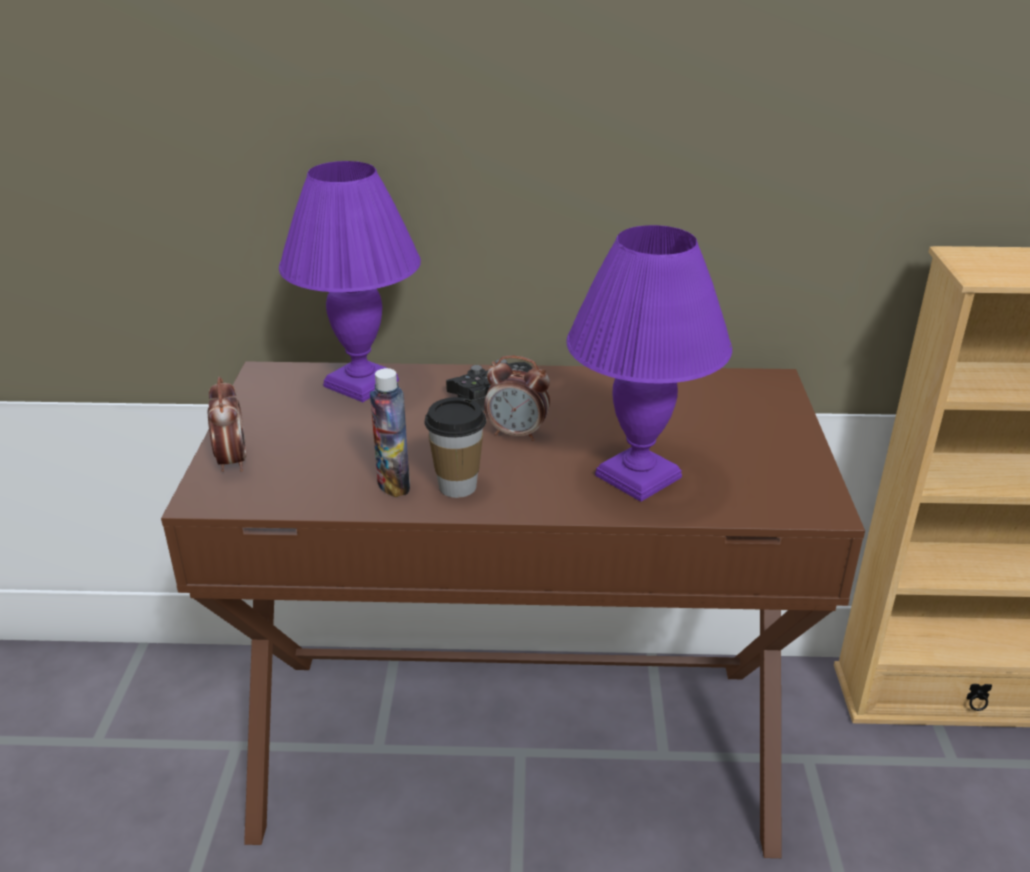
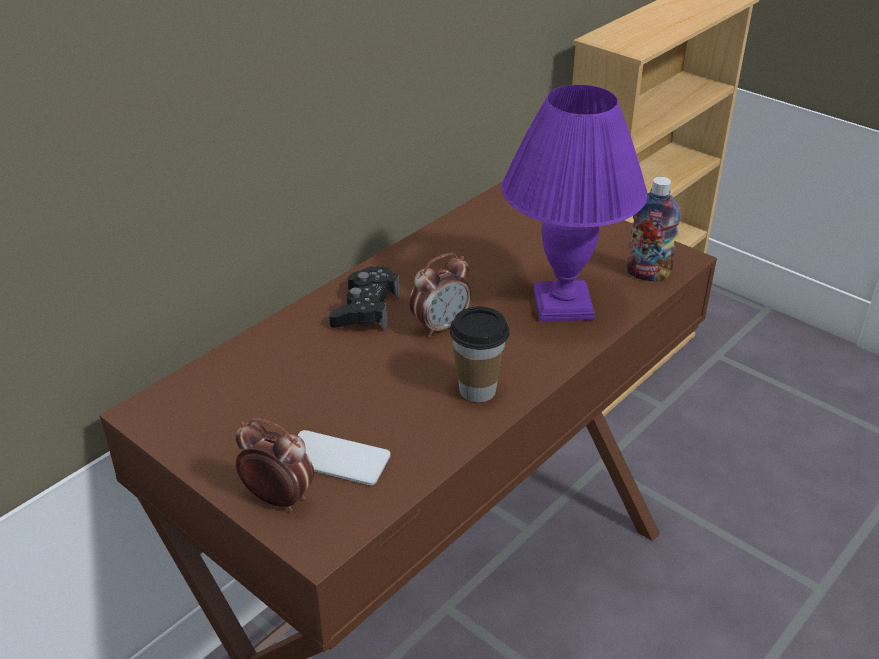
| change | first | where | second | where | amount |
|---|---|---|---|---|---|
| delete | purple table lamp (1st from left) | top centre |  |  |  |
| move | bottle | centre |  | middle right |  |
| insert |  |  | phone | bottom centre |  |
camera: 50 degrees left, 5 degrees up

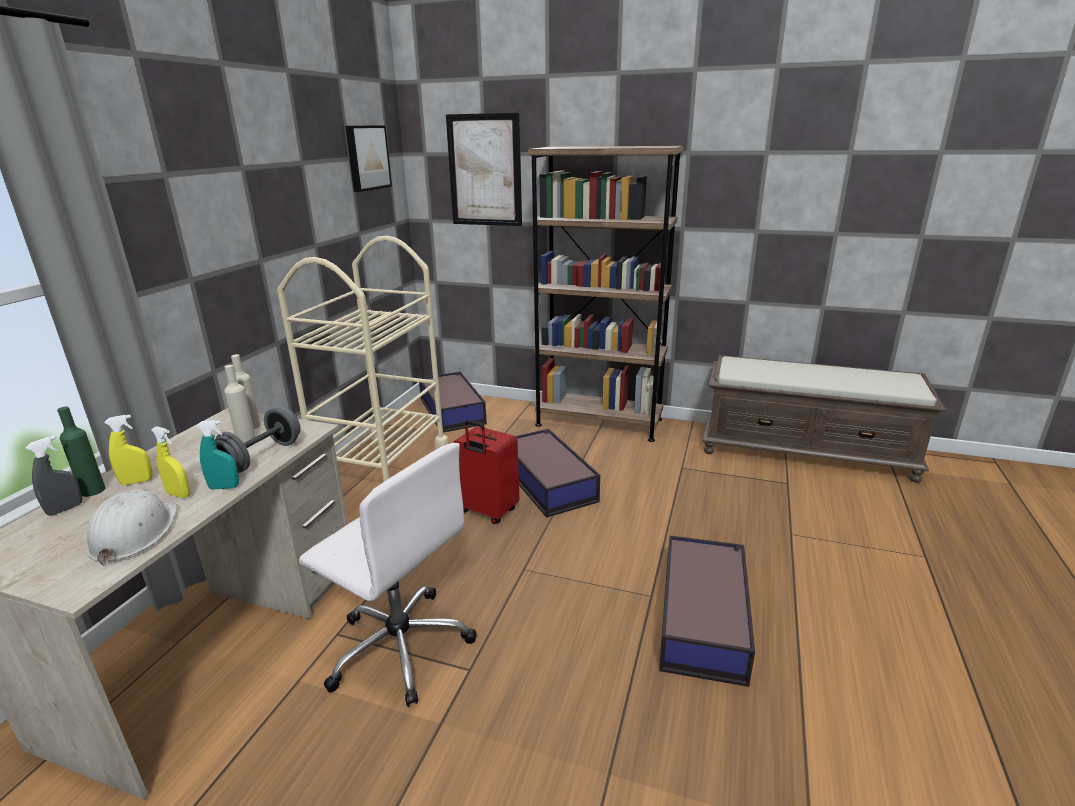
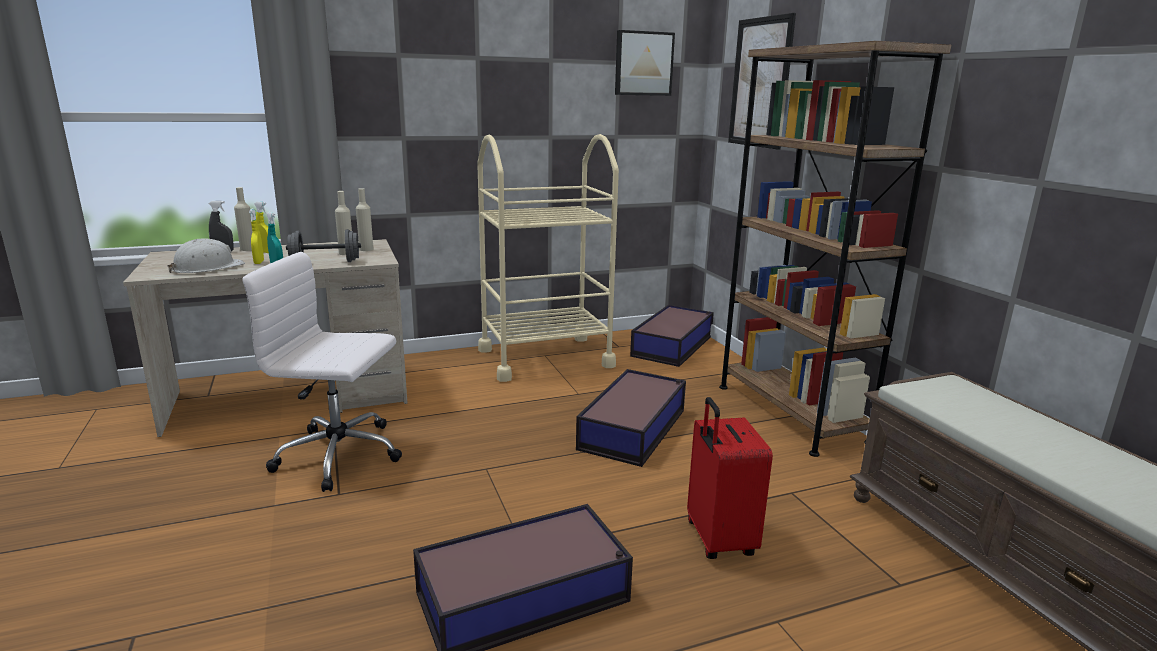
| change | first | where | second | where | amount |
|---|---|---|---|---|---|
| recolor | green bottle | middle left | beige bottle (1st from left) | middle left |  |
| rotate | white office chair | bottom centre |  | middle left | 105 degrees clockwise |
| move | red suitcase | centre |  | bottom centre |  |
camera: 50 degrees right, 5 degrees down

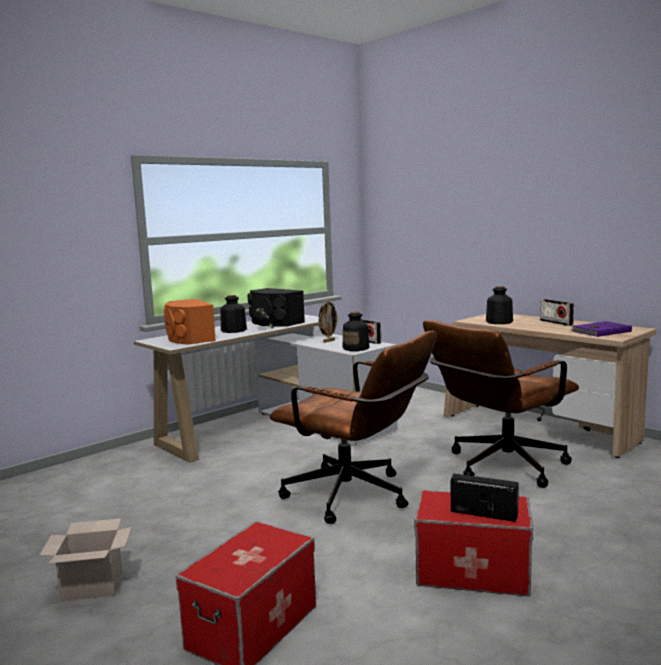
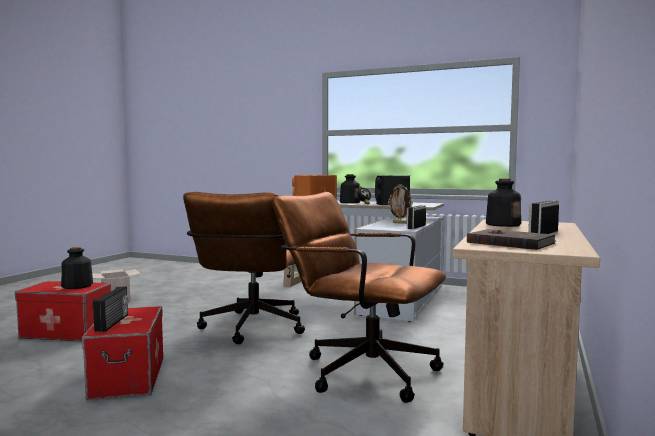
| change | first | where | second | where | amount |
|---|---|---|---|---|---|
| move | bottle (2nd from left in the first image) | centre | bottle (1st from left) | middle left |  |
| recolor | purple book | middle right | brown book | middle right |  |
camera: 65 degrees right, 5 degrees down

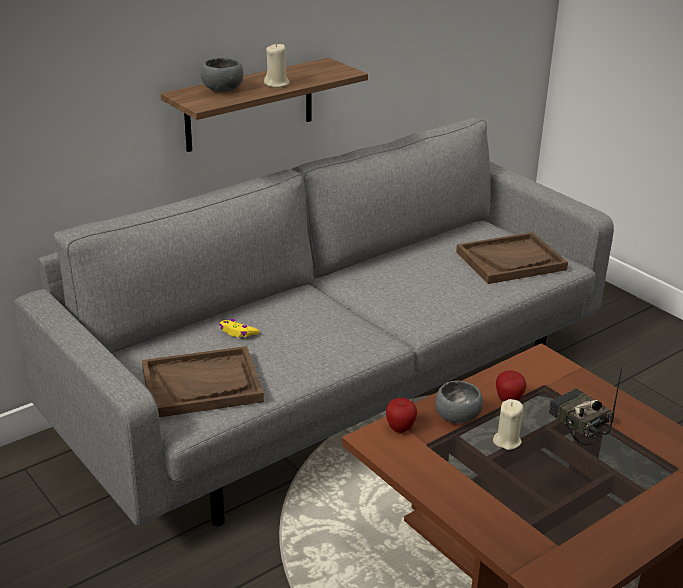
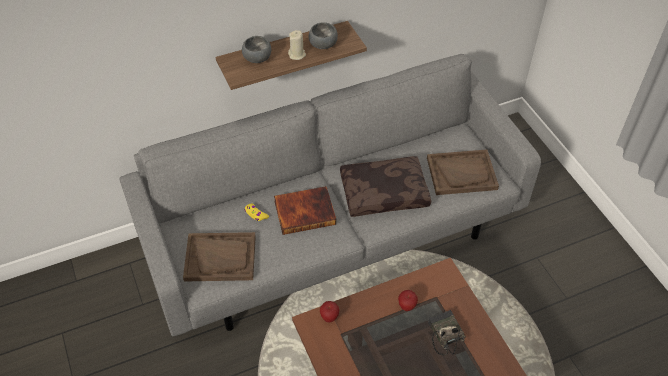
| change | first | where | second | where | amount |
|---|---|---|---|---|---|
| move | grey bowl (2nd from left) | bottom right |  | top centre |  |
| delete | beige candle (2nd from left) | bottom right |  |  |  |
| insert |  |  | book | centre |  |
| insert |  |  | brown pillow | centre |  |
camera: 15 degrees right, 20 degrees up

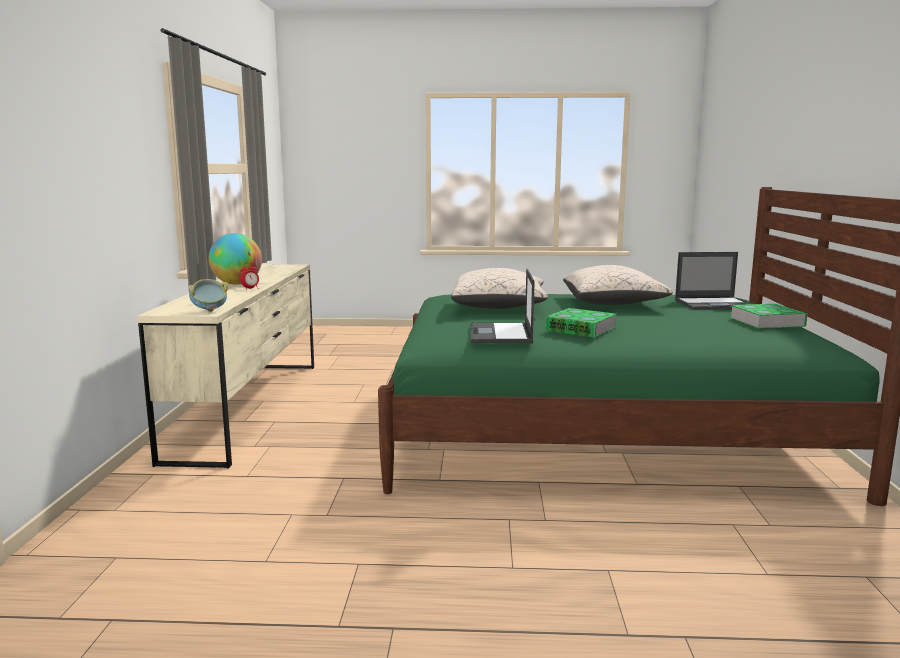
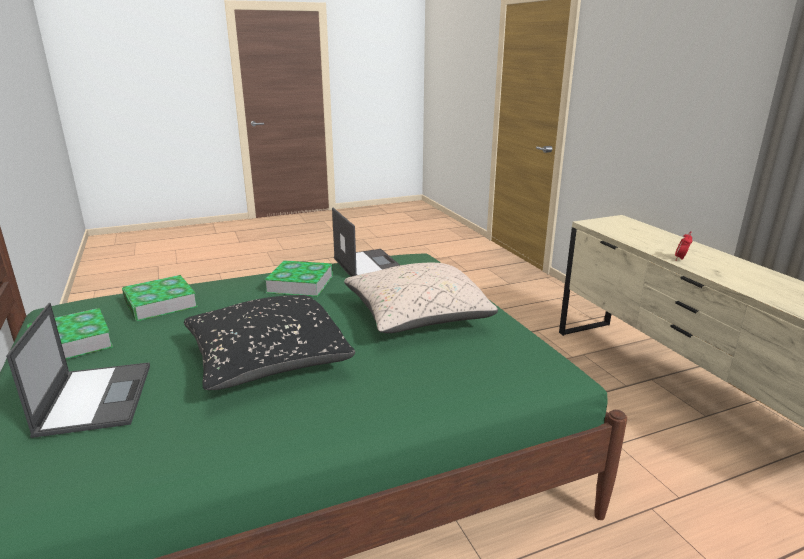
| change | first | where | second | where | amount |
|---|---|---|---|---|---|
| delete | bowl | middle left |  |  |  |
| delete | globe | middle left |  |  |  |
| recolor | beige pillow (2nd from left) | middle right | black pillow | centre |  |
| rotate | laptop (2nd from left in the first image) | middle right | laptop (1st from left) | middle left | 105 degrees clockwise |
| insert |  |  | book (2nd from left) | middle left |  |
camera: 155 degrees right, 10 degrees up

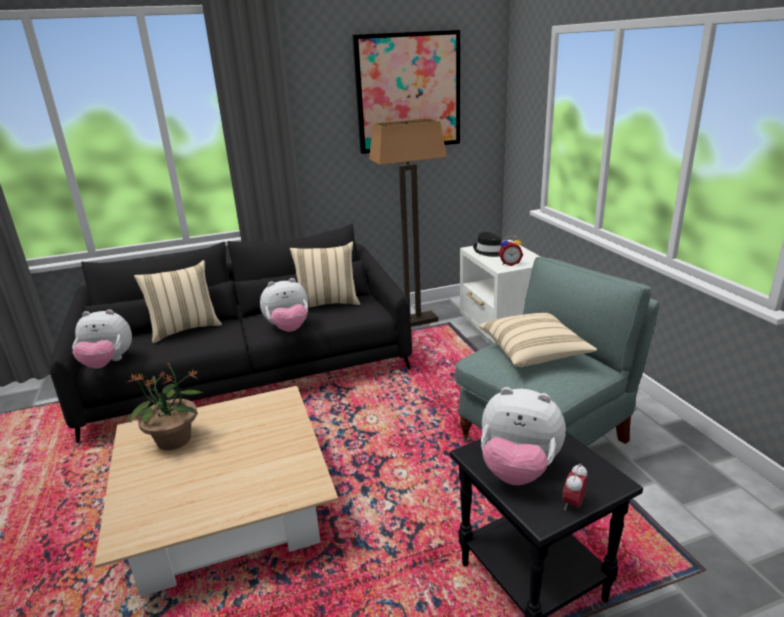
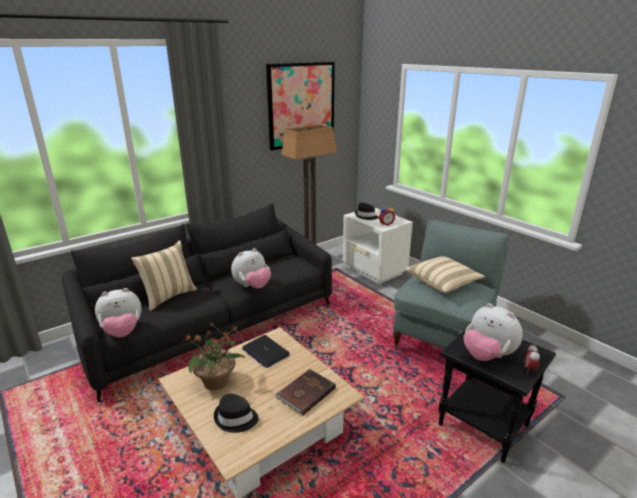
| change | first | where | second | where | amount |
|---|---|---|---|---|---|
| delete | beige pillow (2nd from left) | centre |  |  |  |
| rotate | plush toy (3rd from left) | bottom right |  | bottom right | 45 degrees clockwise |
| insert |  |  | black hat (1st from left) | bottom centre |  |
| insert |  |  | laptop | bottom centre |  |
| insert |  |  | brown book | bottom centre |  |
camera: 20 degrees left, 0 degrees up

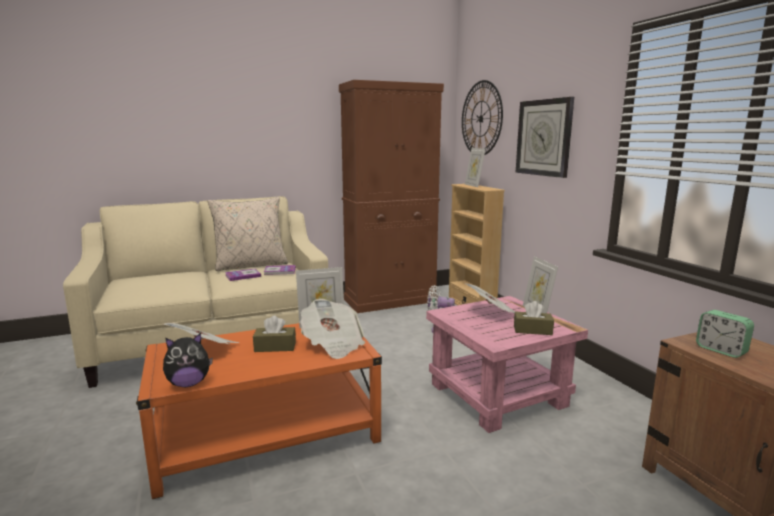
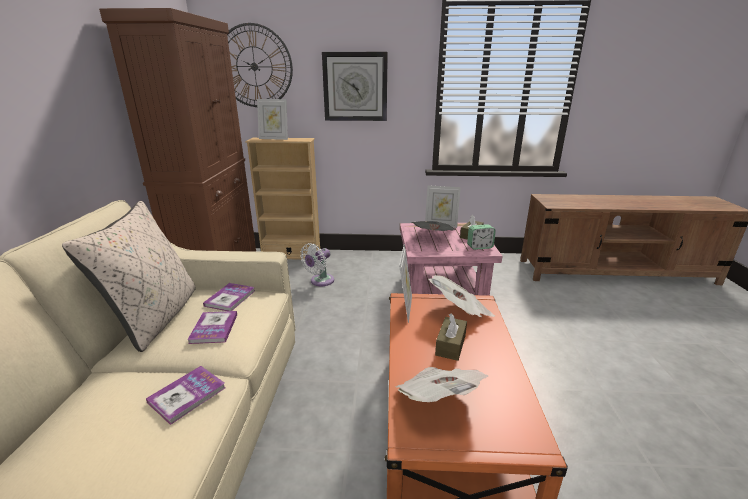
| change | first | where | second | where | amount |
|---|---|---|---|---|---|
| delete | plush toy | bottom left |  |  |  |
| move | alarm clock | middle right |  | centre |  |
| insert |  |  | book (1st from left) | bottom left |  |
camera: 65 degrees left, 10 degrees up

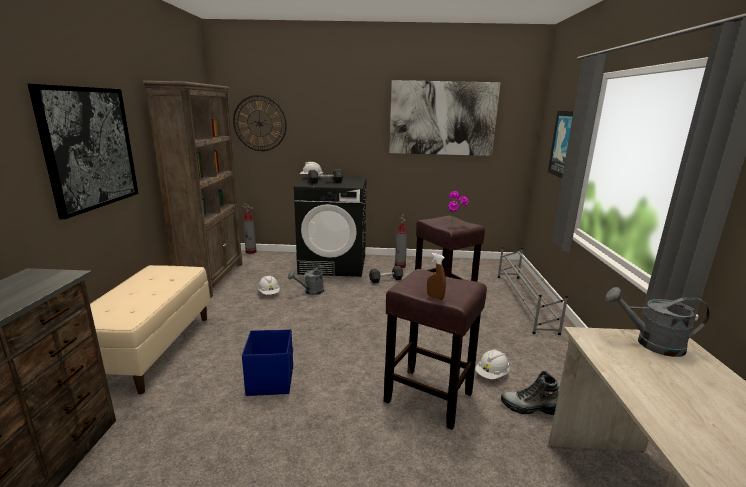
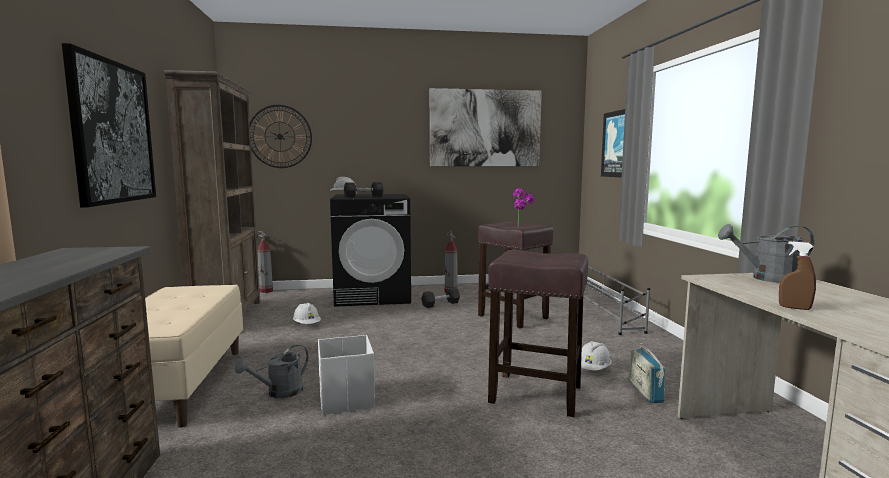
| change | first | where | second | where | amount |
|---|---|---|---|---|---|
| recolor | blue storage box | bottom centre | white storage box | bottom centre |  |
| move | grey watering can (1st from left) | centre |  | bottom left |  |
| move | brown spray bottle | centre |  | middle right |  |
| replace | boot | bottom right | radio | bottom right |  |
camera: 10 degrees left, 10 degrees down

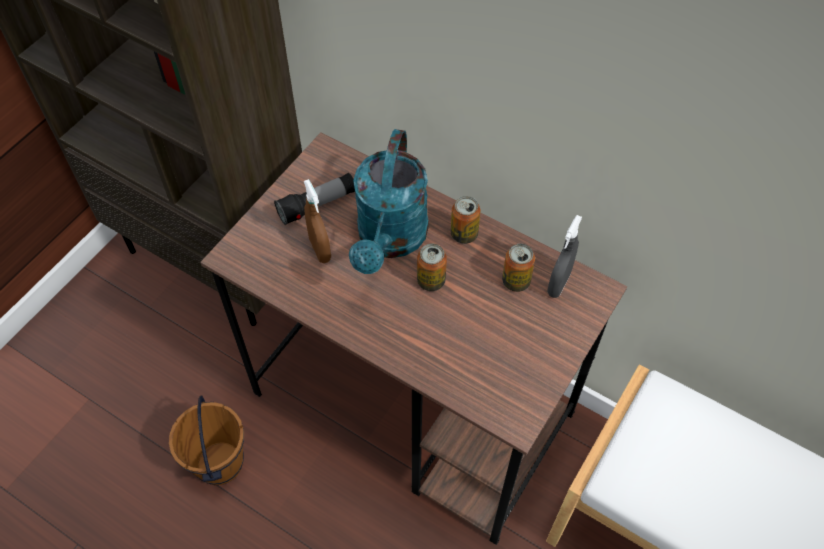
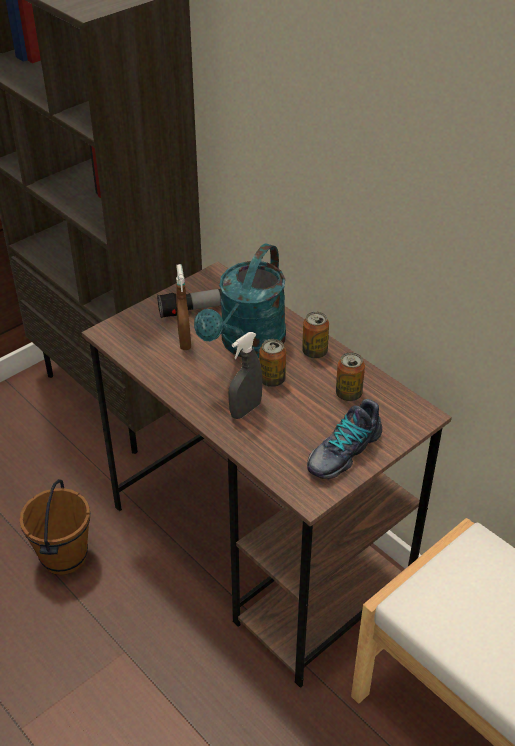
| change | first | where | second | where | amount |
|---|---|---|---|---|---|
| move | grey spray bottle | middle right |  | centre |  |
| insert |  |  | shoe | middle right |  |
camera: 15 degrees right, 15 degrees down

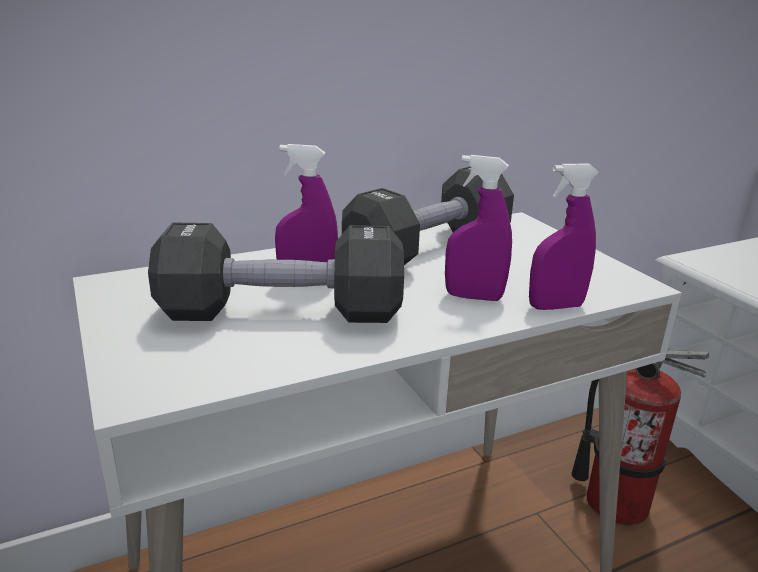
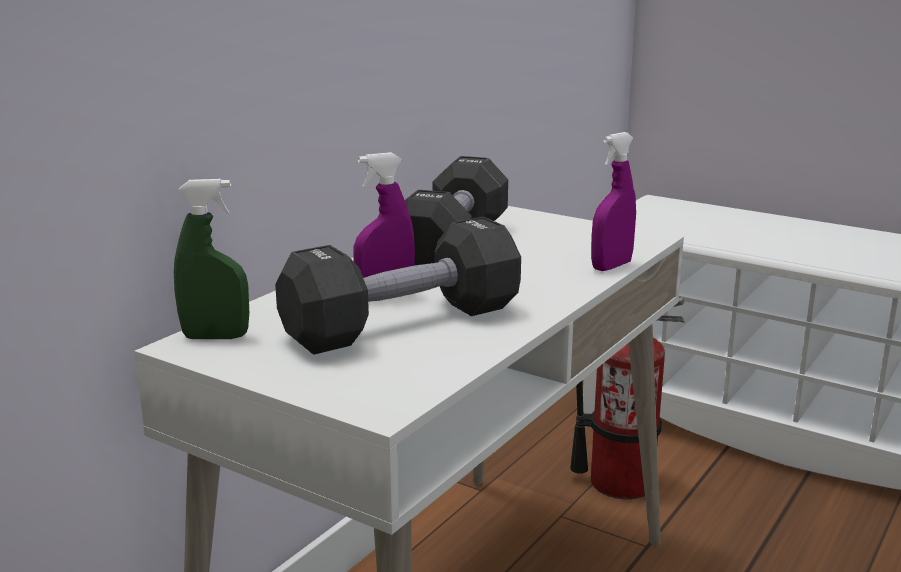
| change | first | where | second | where | amount |
|---|---|---|---|---|---|
| delete | purple spray bottle (2nd from left) | centre |  |  |  |
| insert |  |  | green spray bottle | middle left |  |
camera: 30 degrees left, 5 degrees down

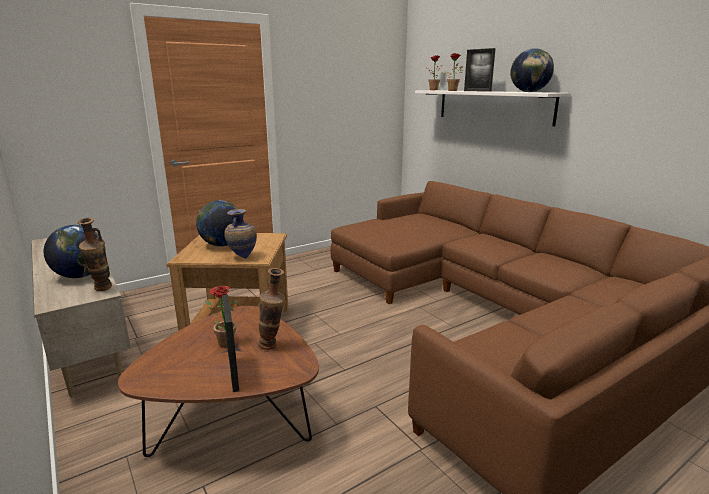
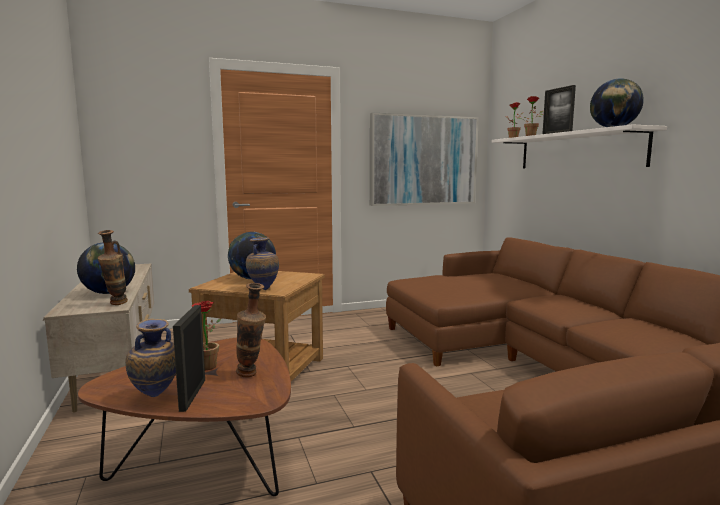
| change | first | where | second | where | amount |
|---|---|---|---|---|---|
| insert |  |  | vase (2nd from left) | bottom left |  |
| insert |  |  | picture | top centre |  |
camera: 15 degrees right, 10 degrees down

